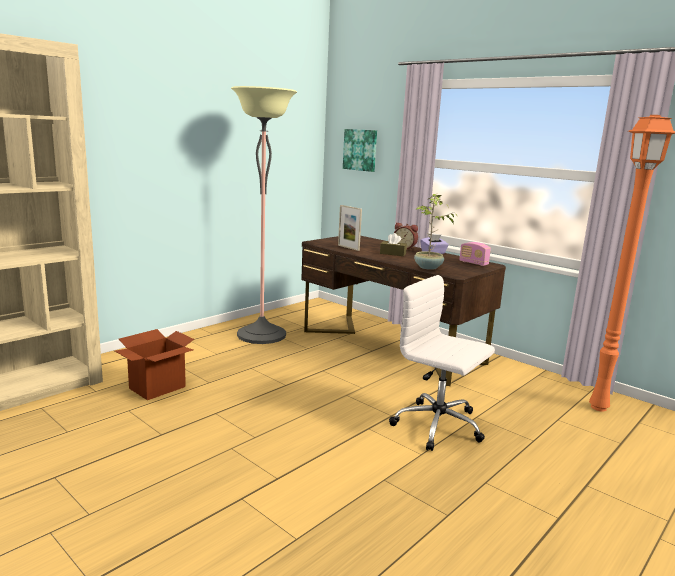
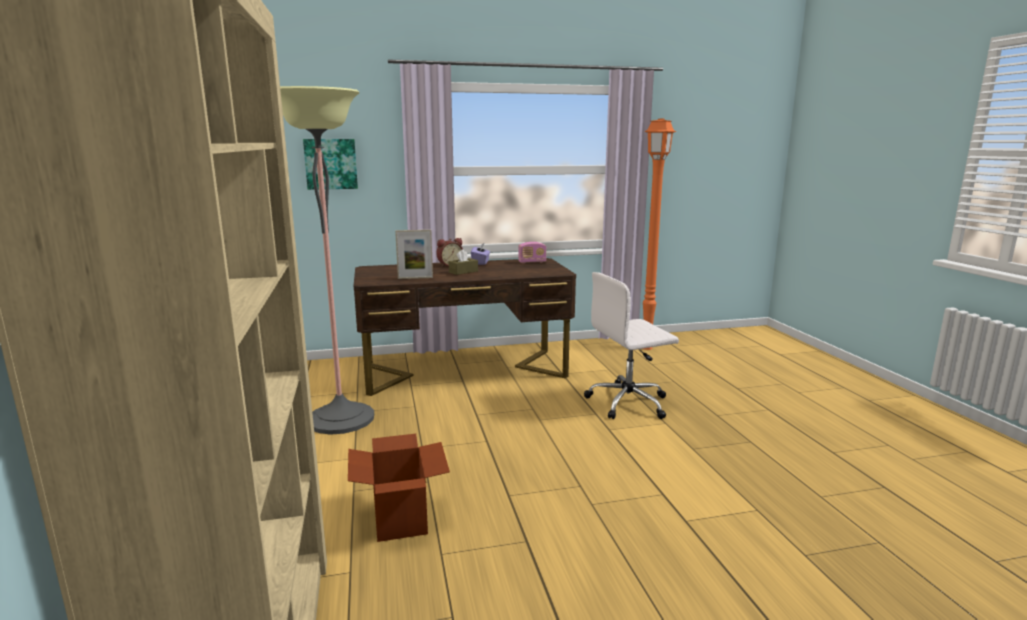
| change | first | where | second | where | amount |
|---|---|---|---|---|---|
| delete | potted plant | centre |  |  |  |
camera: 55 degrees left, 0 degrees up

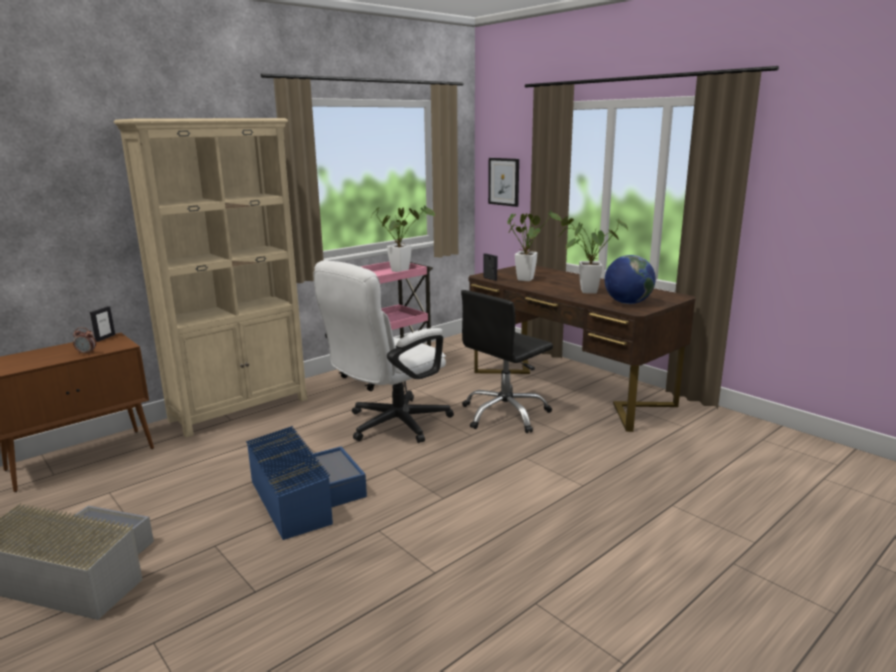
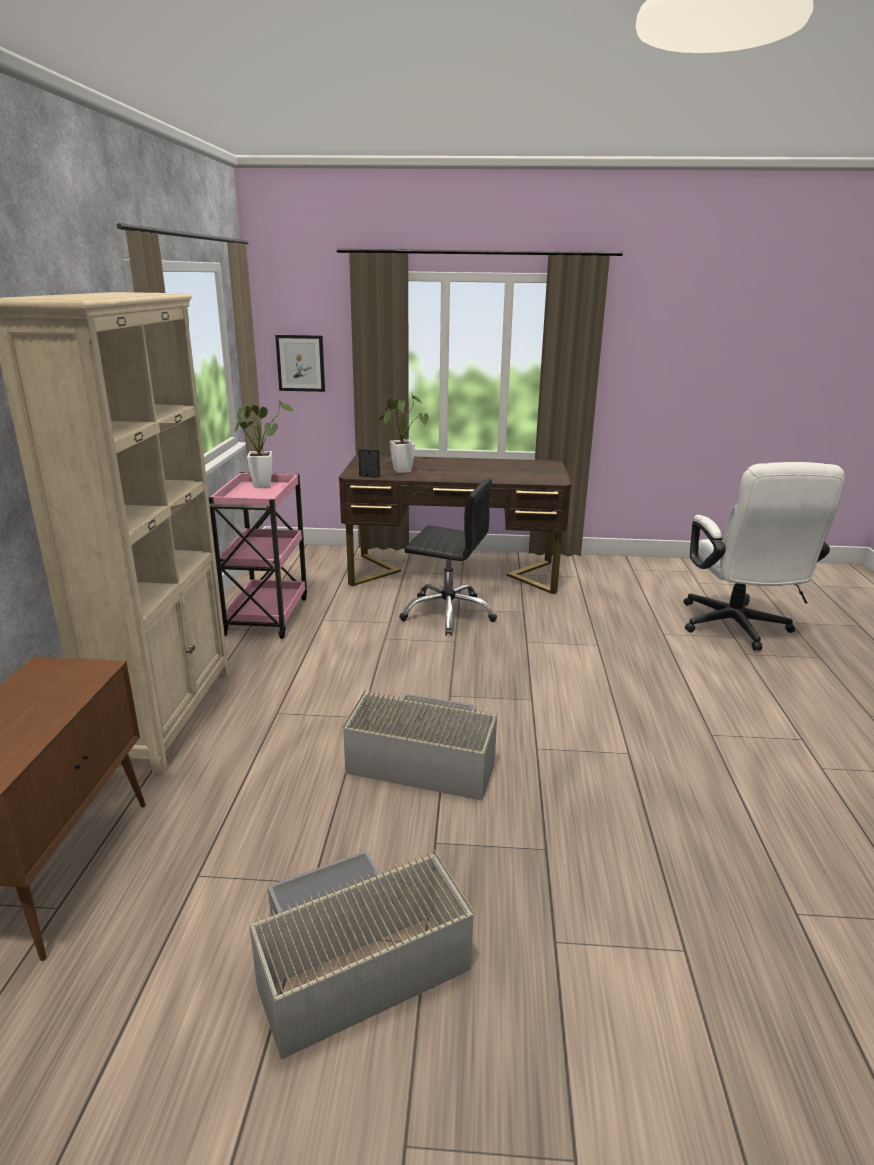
| change | first | where | second | where | amount |
|---|---|---|---|---|---|
| delete | alarm clock | middle left |  |  |  |
| delete | picture frame (1st from left) | middle left |  |  |  |
| recolor | blue storage box | bottom centre | grey storage box (2nd from left) | centre |  |
| move | white office chair | centre |  | middle right |  |
| rotate | black office chair | centre |  | centre | 75 degrees counterclockwise |
| delete | potted plant (3rd from left) | centre |  |  |  |
| delete | globe | middle right |  |  |  |
camera: 45 degrees left, 5 degrees up

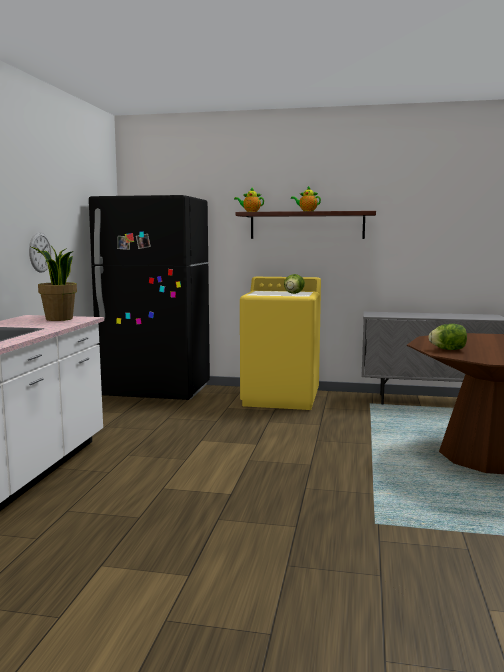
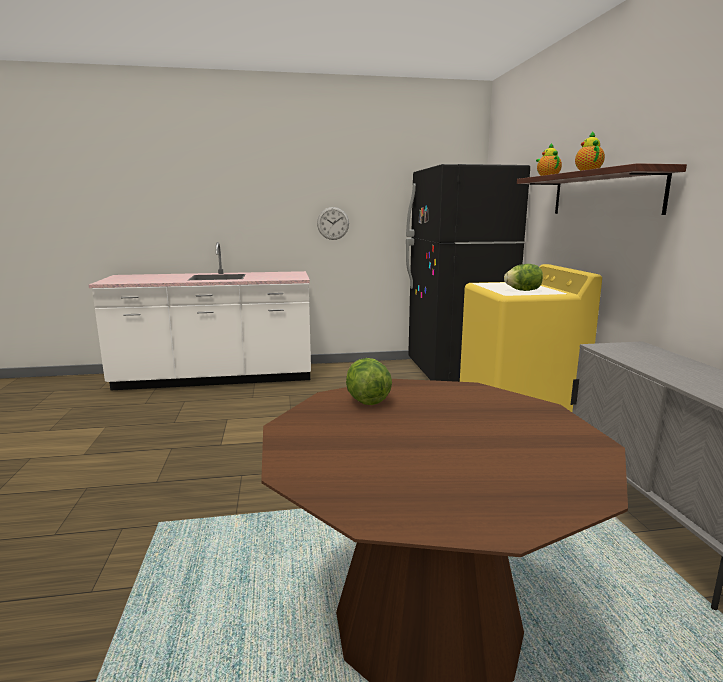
| change | first | where | second | where | amount |
|---|---|---|---|---|---|
| delete | potted plant | middle left |  |  |  |
camera: 70 degrees right, 5 degrees up

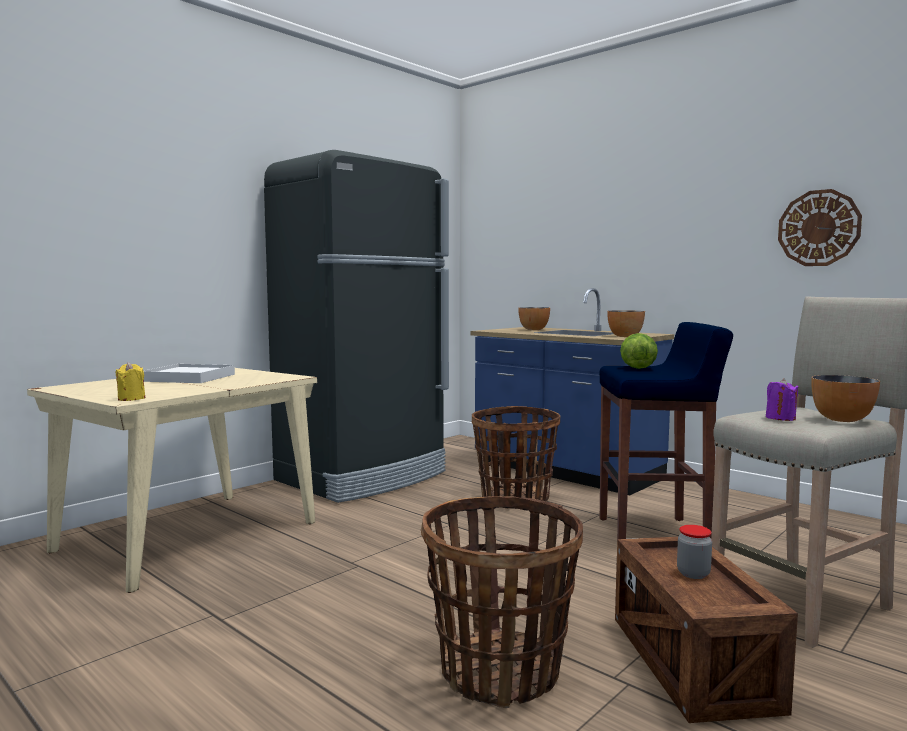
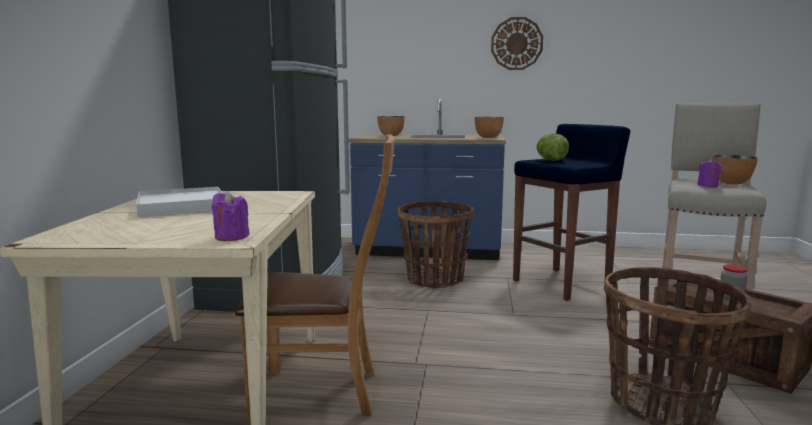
| change | first | where | second | where | amount |
|---|---|---|---|---|---|
| recolor | yellow candle | middle left | purple candle (1st from left) | middle left |  |
| move | wall clock | top right |  | top centre |  |
| insert |  |  | brown chair | centre |  |
camera: 35 degrees left, 5 degrees up

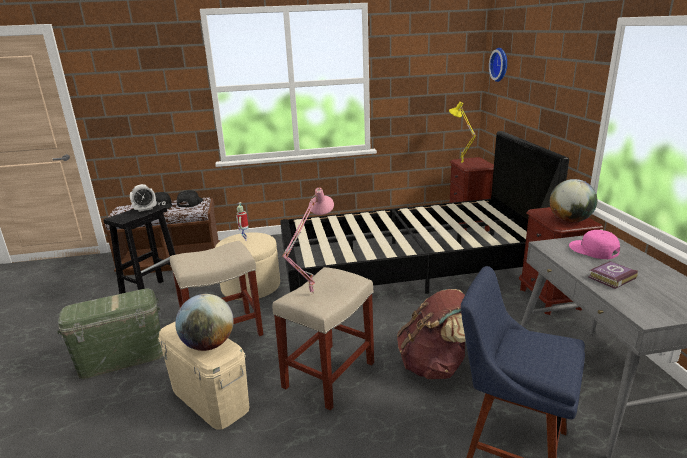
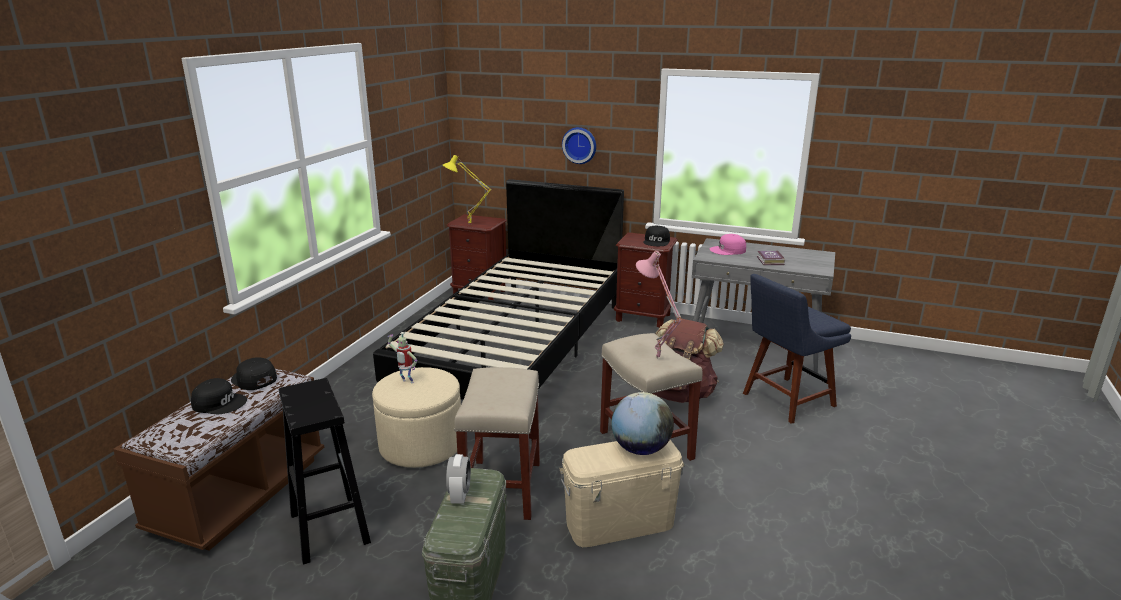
| change | first | where | second | where | amount |
|---|---|---|---|---|---|
| move | alarm clock | middle left |  | bottom centre |  |
| move | wall clock | top right |  | top centre |  |
| replace | globe (2nd from left) | middle right | black cap (3rd from left) | centre |  |
camera: 60 degrees left, 0 degrees up

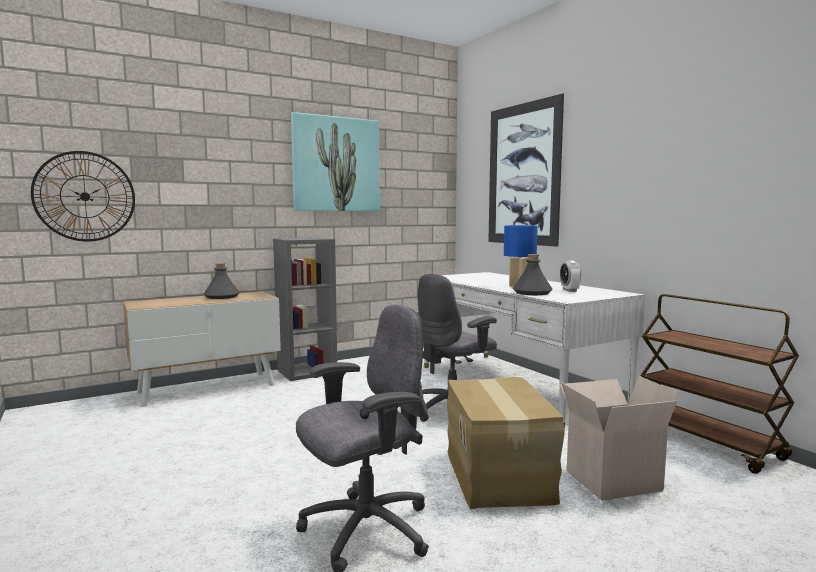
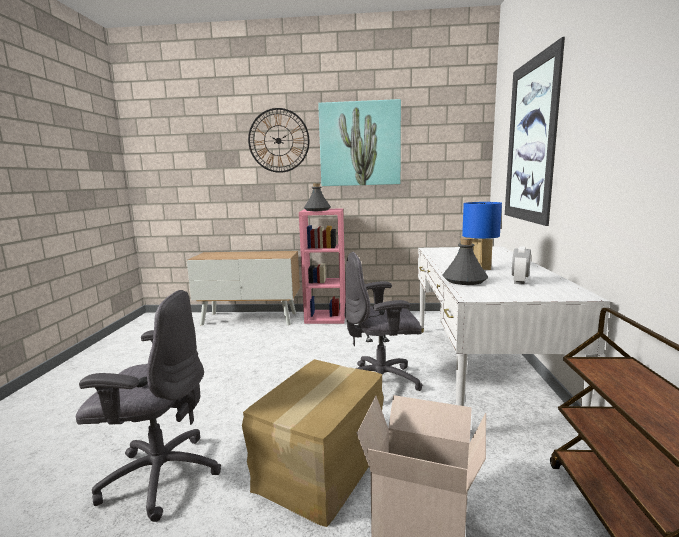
| change | first | where | second | where | amount |
|---|---|---|---|---|---|
| move | wall clock | middle left |  | top centre |  |
| move | grey bottle (1st from left) | middle left |  | centre |  |
| recolor | grey bookcase | centre | pink bookcase | centre |  |
camera: 35 degrees right, 5 degrees up

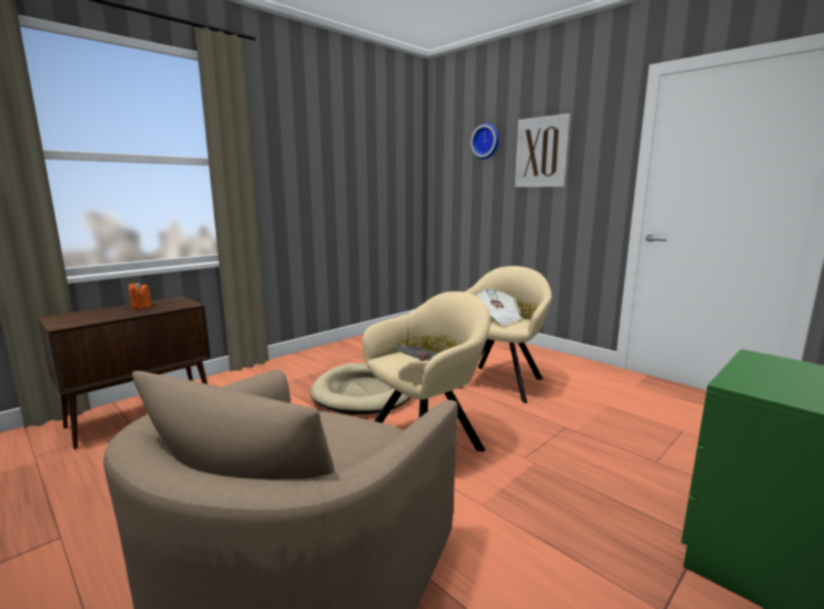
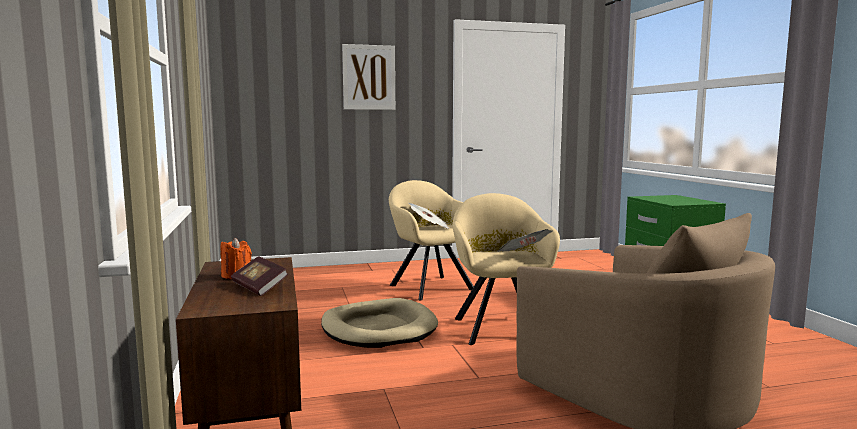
| change | first | where | second | where | amount |
|---|---|---|---|---|---|
| delete | wall clock | top centre |  |  |  |
| insert |  |  | book | middle left |  |
camera: 60 degrees left, 5 degrees down

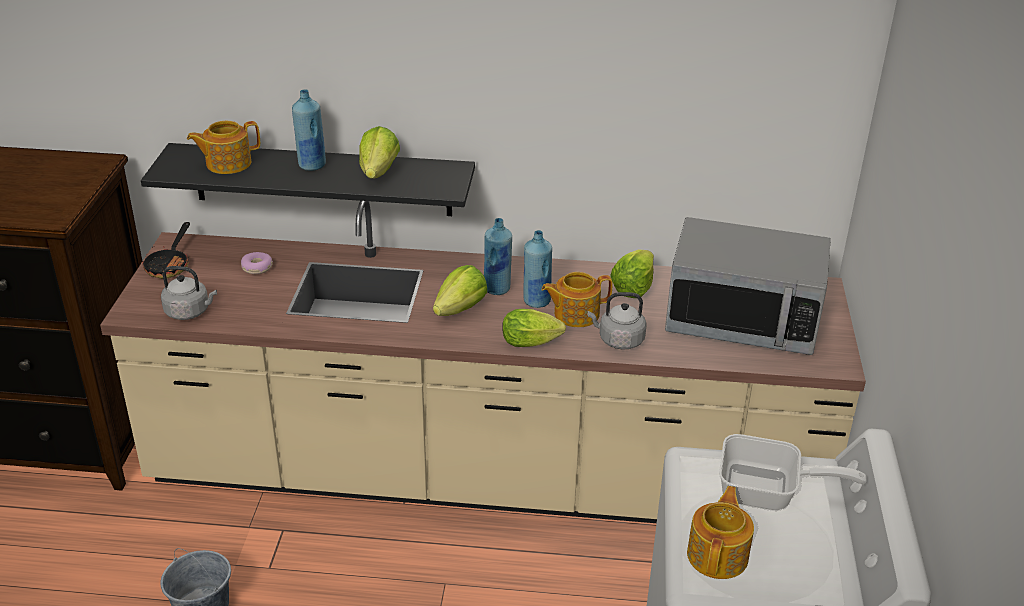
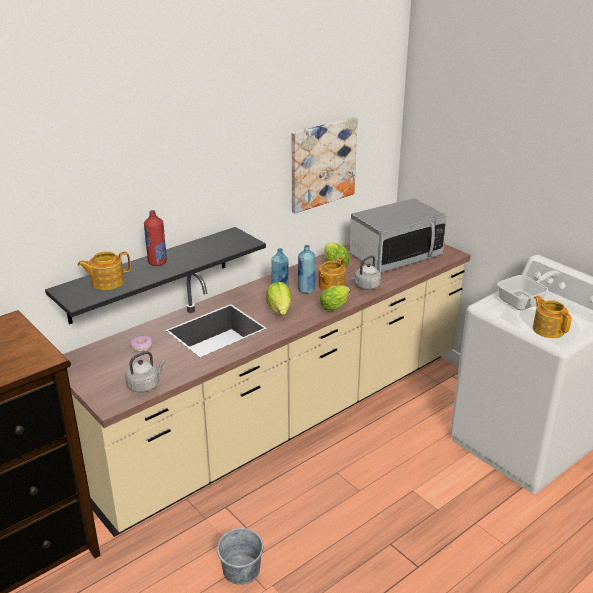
| change | first | where | second | where | amount |
|---|---|---|---|---|---|
| delete | frying pan (1st from left) | middle left |  |  |  |
| rotate | teapot (1st from left) | top left |  | middle left | 45 degrees clockwise |
| recolor | blue bottle (1st from left) | top left | red bottle | middle left |  |
| delete | lettuce (1st from left) | top centre |  |  |  |
| insert |  |  | picture | top centre |  |
camera: 45 degrees left, 5 degrees down

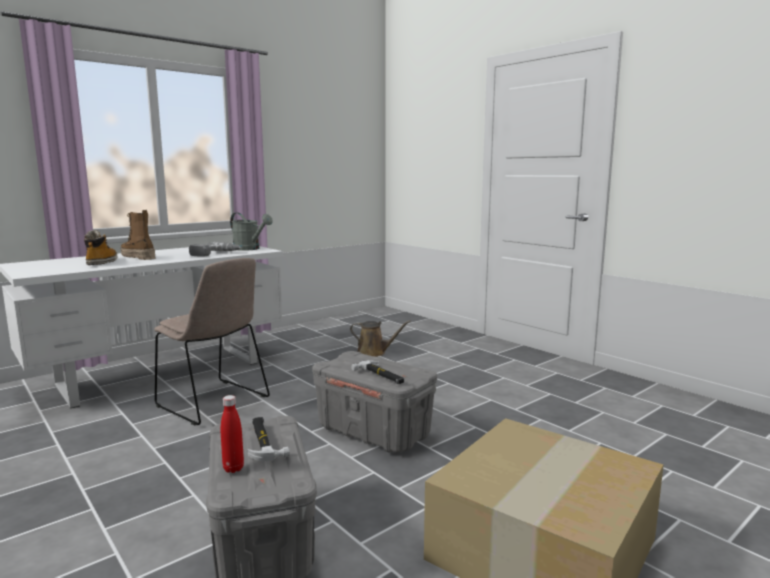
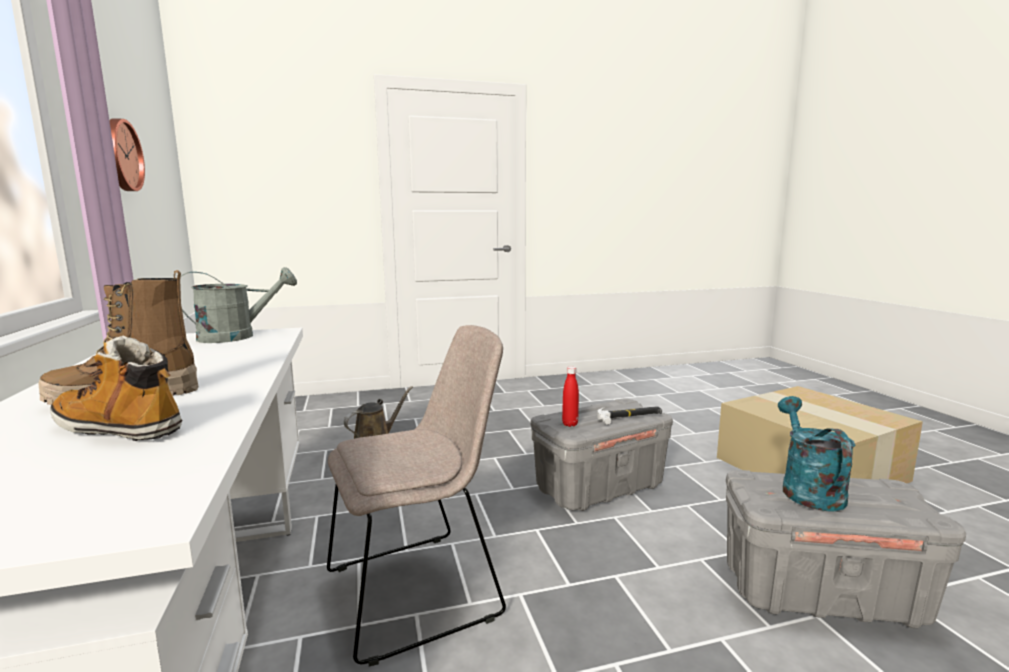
| change | first | where | second | where | amount |
|---|---|---|---|---|---|
| delete | power drill | middle left |  |  |  |
| move | red bottle | bottom left |  | centre |  |
| replace | hammer (1st from left) | bottom centre | turquoise watering can | bottom right |  |
| insert |  |  | wall clock | top left |  |
camera: 65 degrees left, 0 degrees up

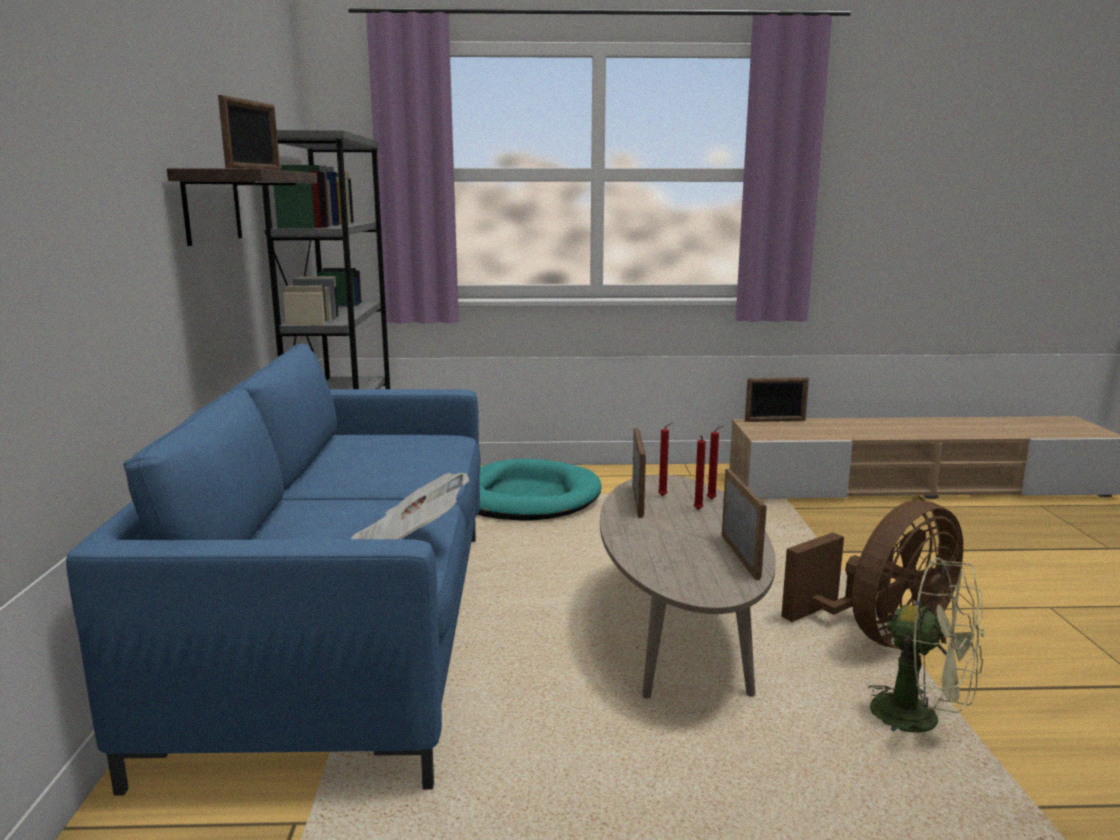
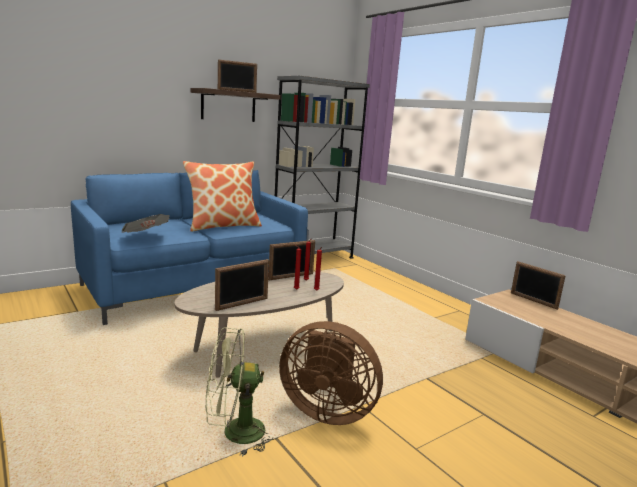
| change | first | where | second | where | amount |
|---|---|---|---|---|---|
| delete | turquoise dog bed | centre |  |  |  |
| rotate | green fan | bottom right |  | bottom centre | 75 degrees clockwise |
| insert |  |  | pillow | centre |  |
camera: 55 degrees right, 0 degrees up

